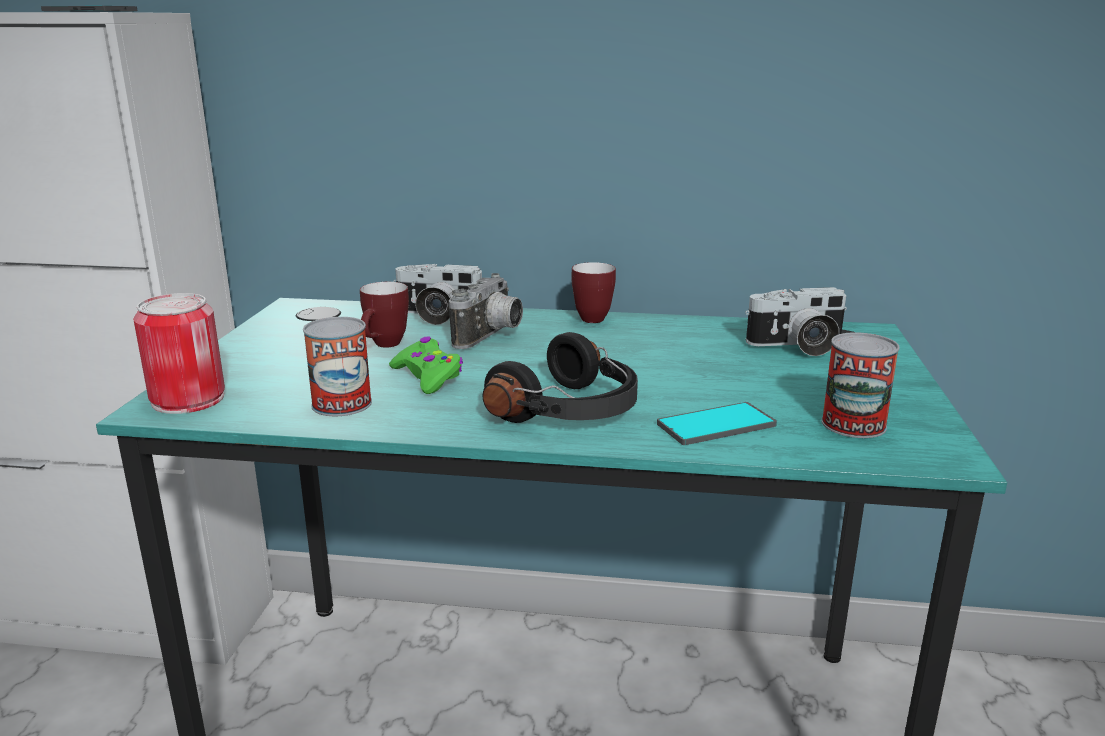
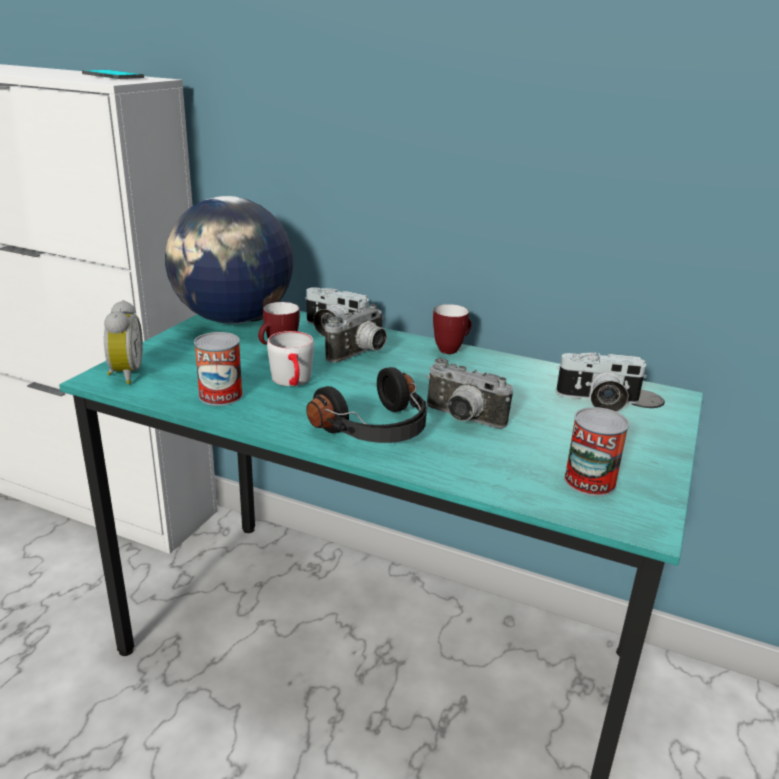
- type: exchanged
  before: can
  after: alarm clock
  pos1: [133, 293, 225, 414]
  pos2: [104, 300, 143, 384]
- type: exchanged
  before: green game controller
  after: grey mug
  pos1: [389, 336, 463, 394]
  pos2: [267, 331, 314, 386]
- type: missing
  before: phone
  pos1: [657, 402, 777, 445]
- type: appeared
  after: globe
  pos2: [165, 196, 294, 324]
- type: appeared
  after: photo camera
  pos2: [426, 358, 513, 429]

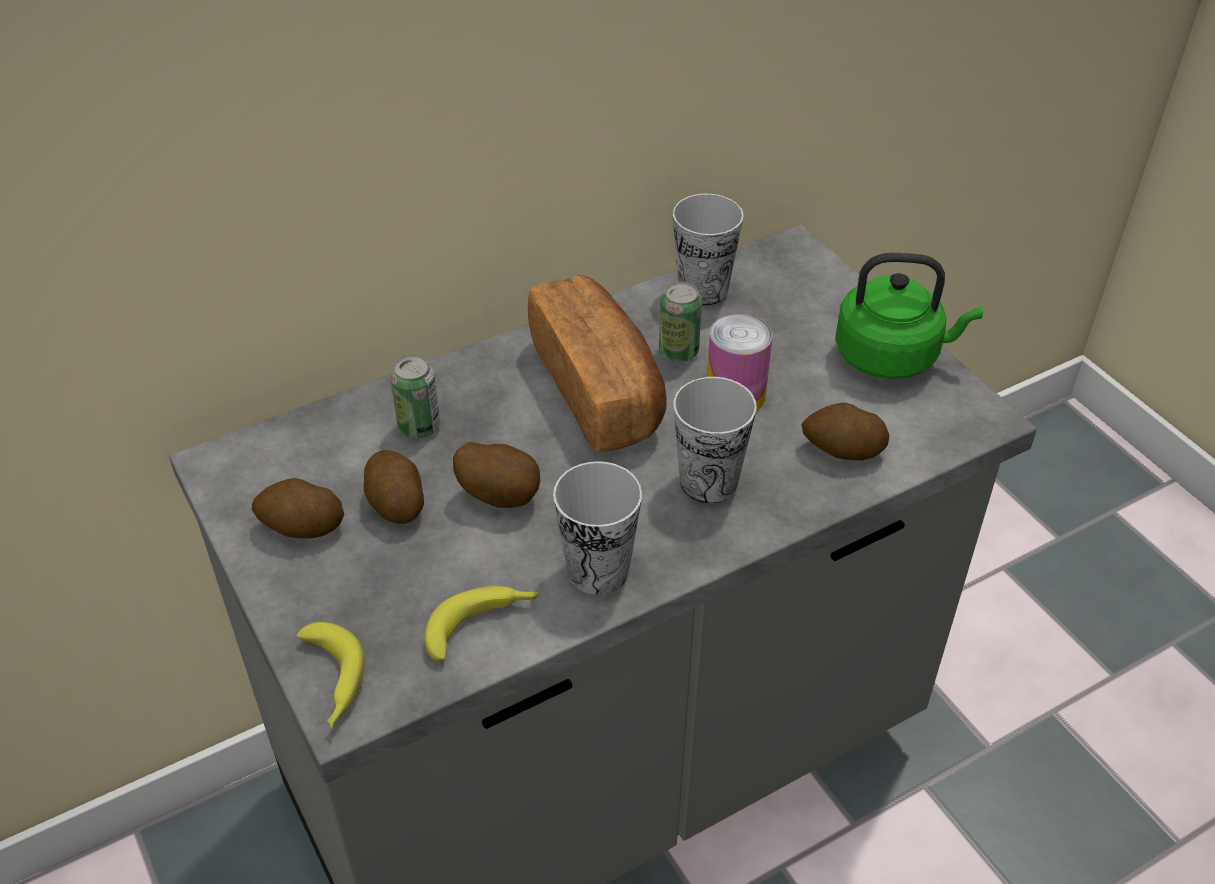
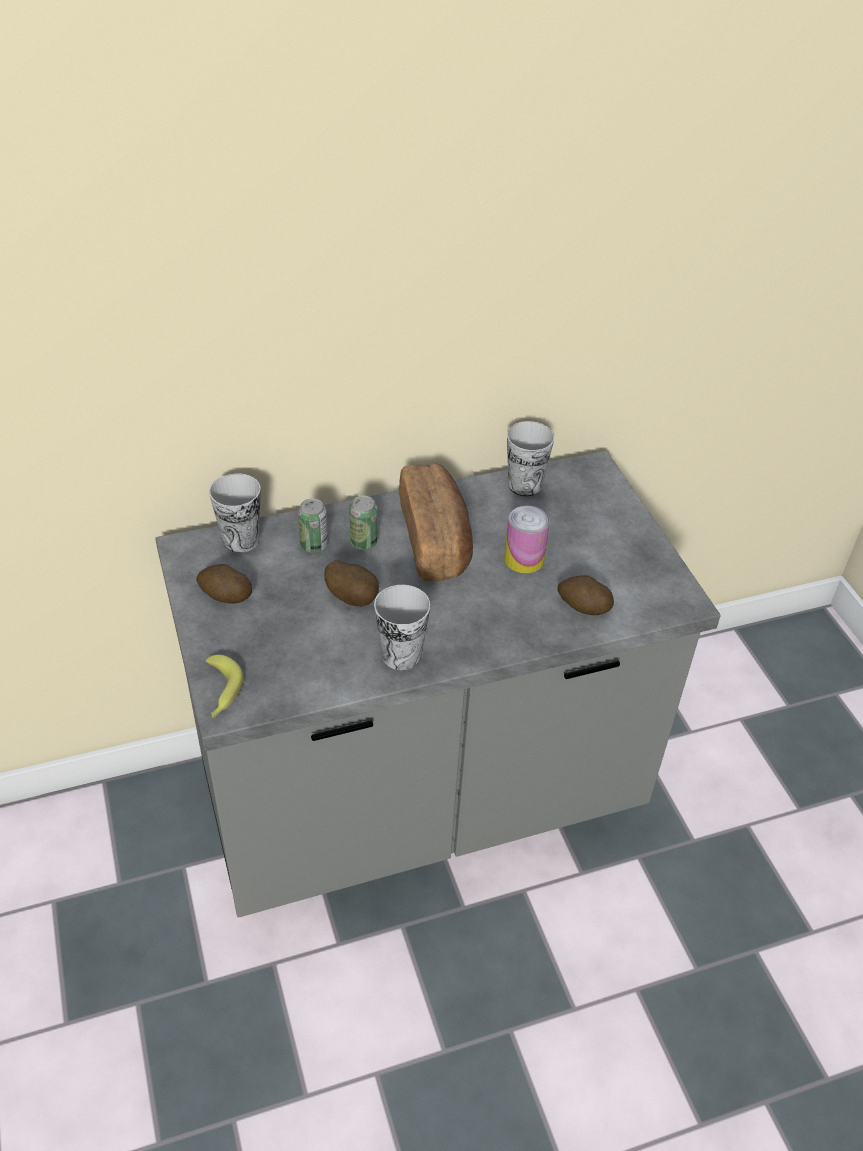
- type: missing
  before: green kettle
  pos1: [835, 253, 983, 379]
- type: relocated
  before: can
  pos1: [659, 282, 702, 362]
  pos2: [349, 496, 378, 550]
- type: relocated
  before: cup
  pos1: [673, 377, 757, 504]
  pos2: [209, 473, 261, 553]
- type: missing
  before: potato
  pos1: [364, 450, 424, 524]
- type: missing
  before: banana
  pos1: [424, 586, 540, 661]

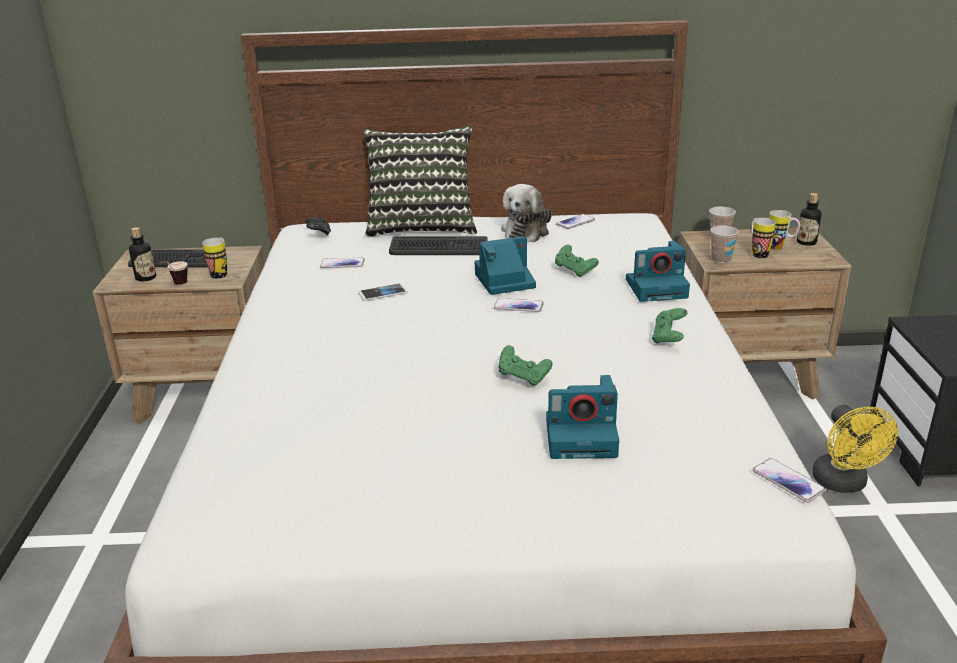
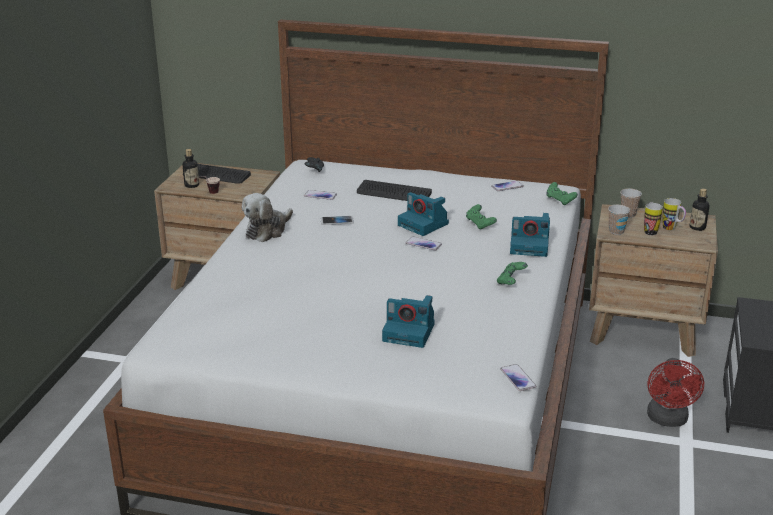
- type: missing
  before: pillow
  pos1: [364, 126, 477, 237]
- type: relocated
  before: plush toy
  pos1: [501, 184, 552, 242]
  pos2: [242, 193, 293, 242]
- type: spun
  before: photo camera
  pos1: [475, 236, 536, 295]
  pos2: [398, 192, 449, 236]
  turn: -135
- type: missing
  before: mug
  pos1: [202, 237, 227, 279]
- type: relocated
  before: green game controller
  pos1: [499, 345, 553, 386]
  pos2: [546, 182, 578, 205]
- type: colour
  before: yellow fan
  after: red fan
  pos1: [812, 405, 898, 493]
  pos2: [647, 358, 704, 427]

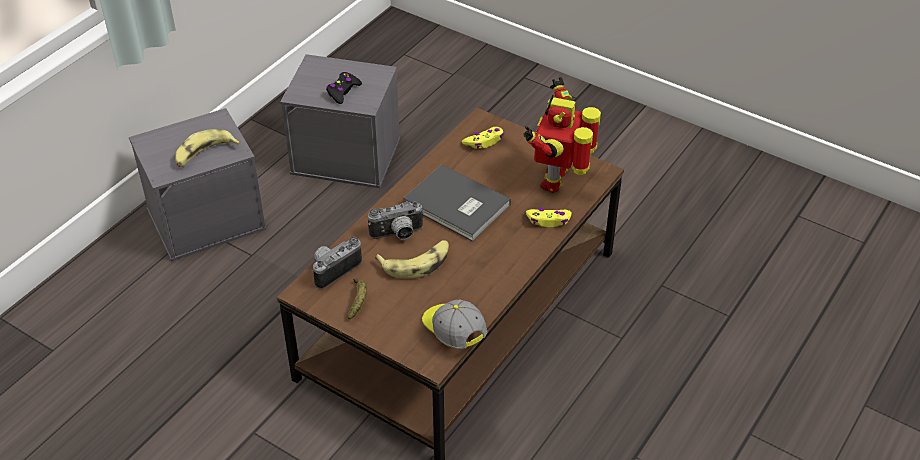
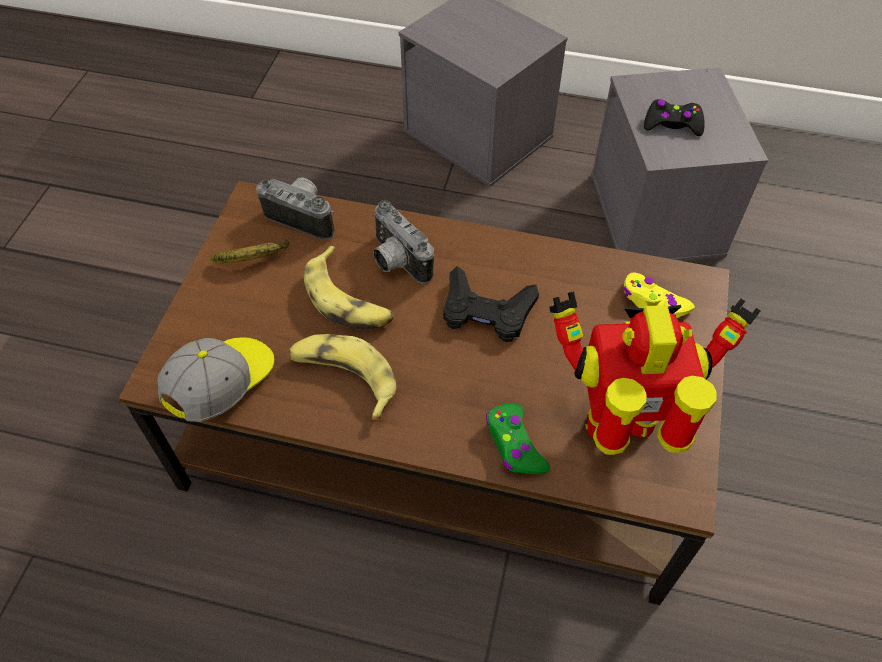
- type: relocated
  before: banana
  pos1: [175, 129, 241, 167]
  pos2: [288, 334, 396, 420]
- type: exchanged
  before: grey book
  after: black game controller
  pos1: [403, 165, 511, 241]
  pos2: [443, 266, 539, 342]
- type: colour
  before: yellow game controller
  after: green game controller
  pos1: [526, 208, 572, 227]
  pos2: [486, 403, 550, 475]

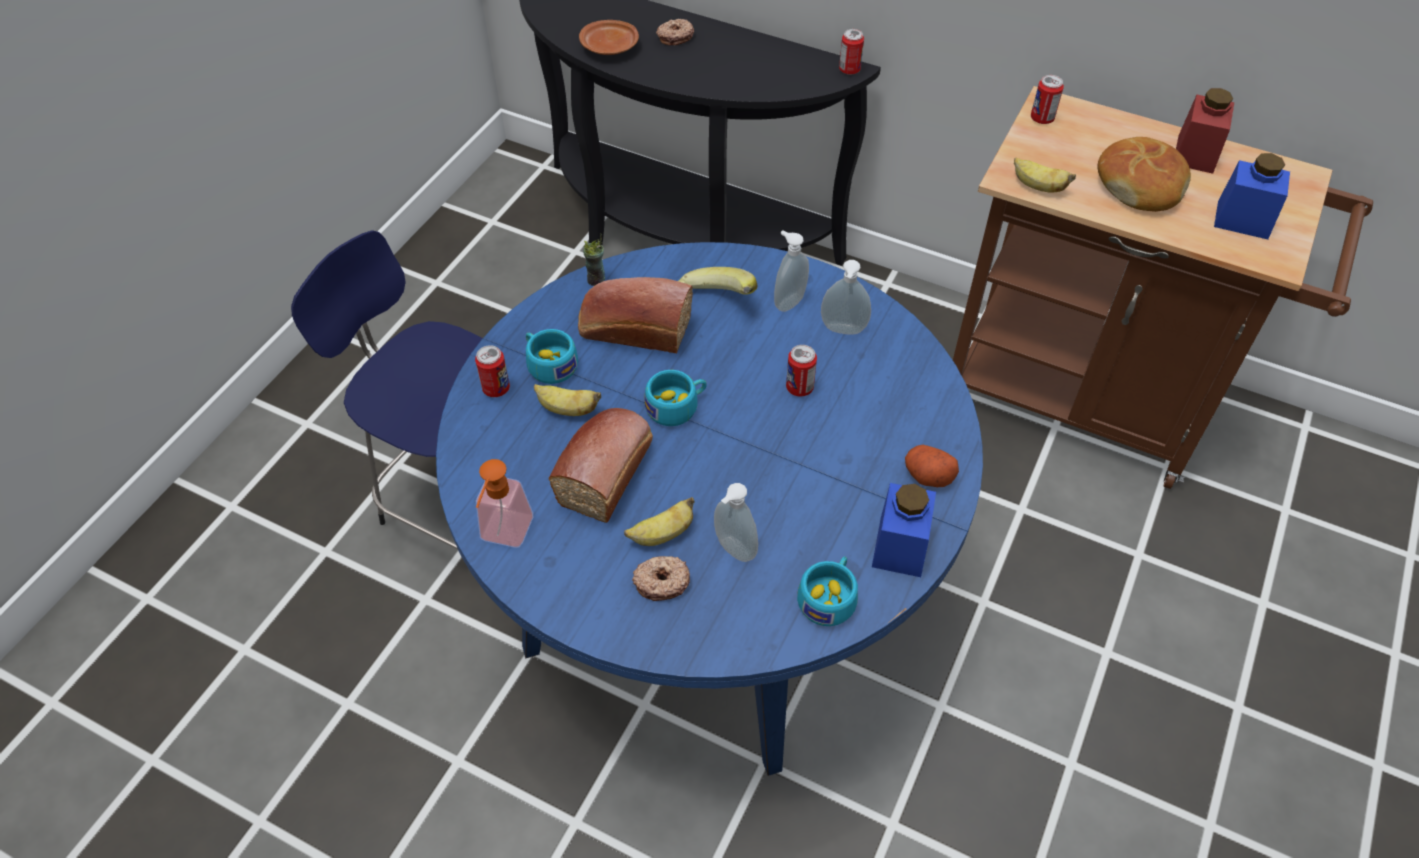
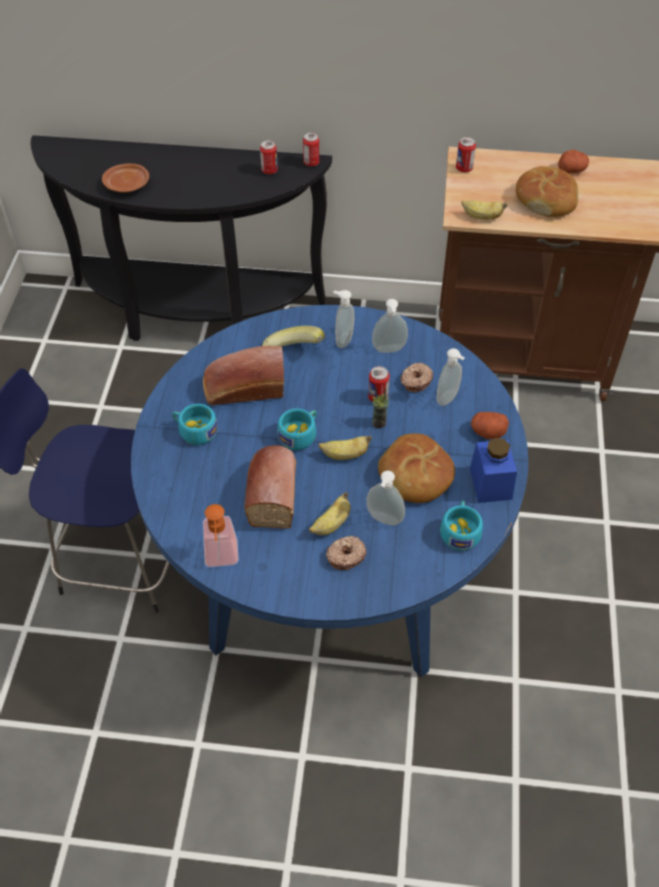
- type: relocated
  before: donut
  pos1: [656, 19, 694, 46]
  pos2: [400, 362, 433, 392]
- type: exchanged
  before: red jar
  after: potato
  pos1: [1176, 88, 1234, 174]
  pos2: [558, 150, 589, 174]
- type: missing
  before: blue jar
  pos1: [1214, 153, 1290, 239]
- type: relocated
  before: cup
  pos1: [583, 234, 605, 286]
  pos2: [372, 388, 389, 429]
- type: relocated
  before: can
  pos1: [475, 345, 510, 397]
  pos2: [260, 140, 278, 174]
- type: relocated
  before: banana
  pos1: [534, 384, 601, 416]
  pos2: [319, 436, 372, 460]
- type: appeared
  after: soap dispenser
  pos2: [437, 348, 465, 406]
- type: appeared
  after: bread
  pos2: [378, 433, 455, 503]

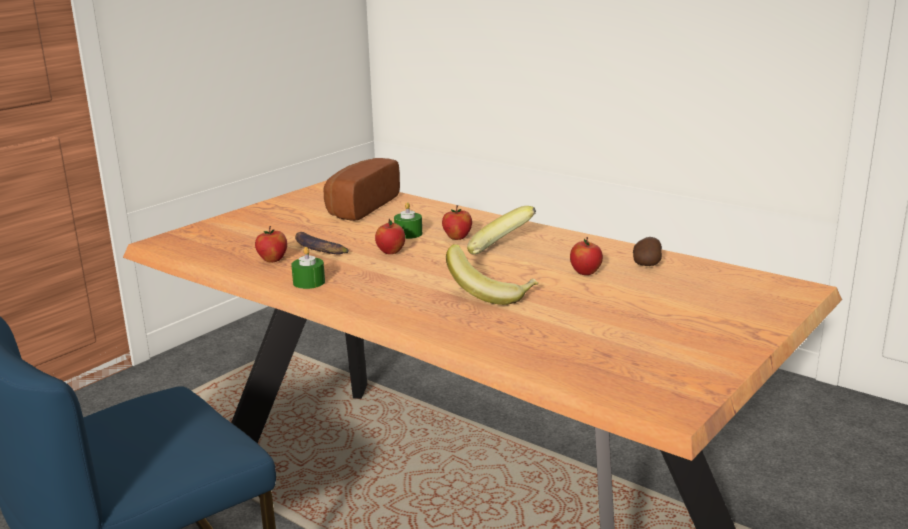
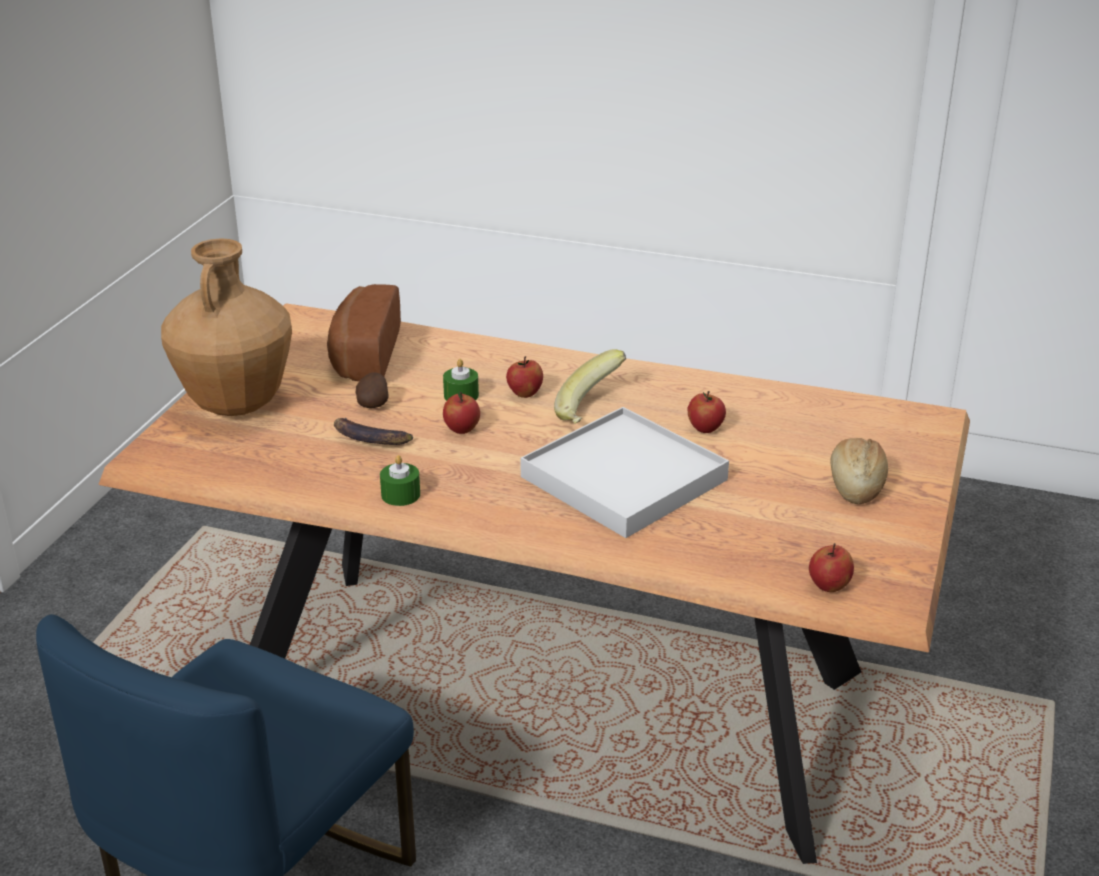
- type: relocated
  before: apple
  pos1: [255, 226, 287, 262]
  pos2: [809, 543, 854, 592]
- type: relocated
  before: potato
  pos1: [633, 237, 662, 266]
  pos2: [356, 372, 389, 408]
- type: exchanged
  before: banana
  after: white tray
  pos1: [446, 244, 538, 305]
  pos2: [520, 407, 729, 538]
- type: appeared
  after: brown vase
  pos2: [161, 238, 292, 416]
- type: appeared
  after: bread
  pos2: [831, 438, 888, 504]

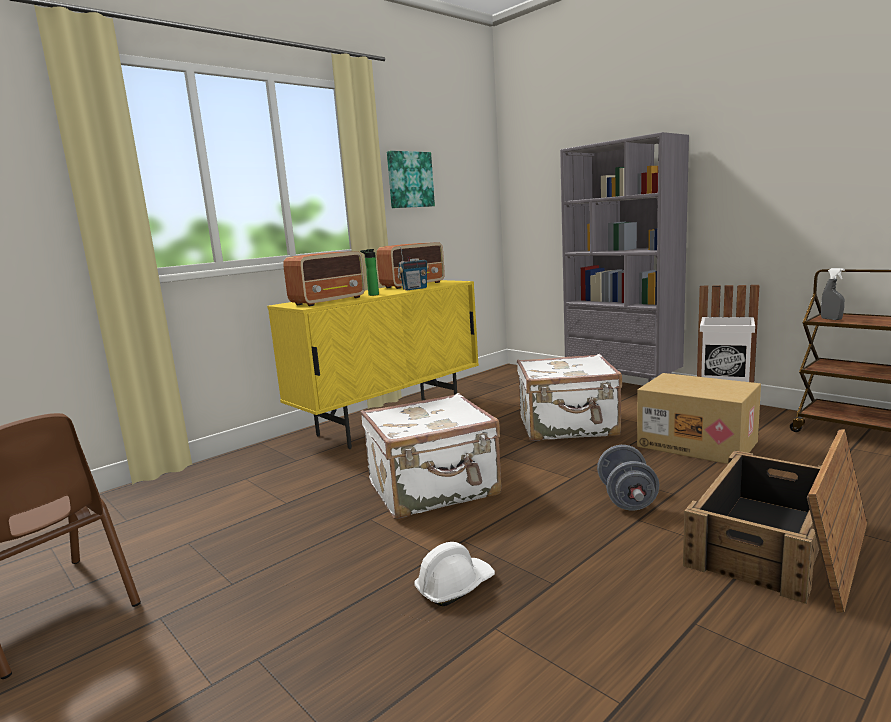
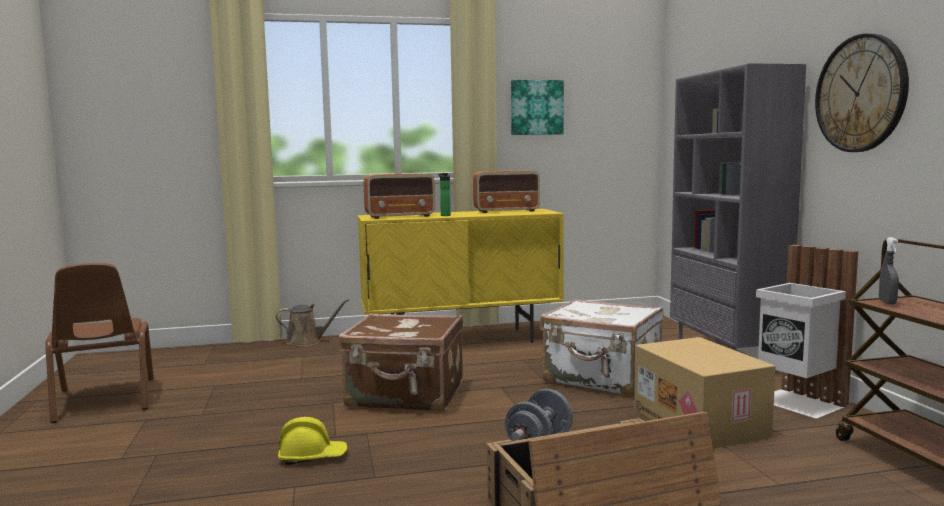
- type: missing
  before: radio
  pos1: [397, 246, 429, 290]
- type: colour
  before: white suitcase
  after: brown suitcase
  pos1: [361, 393, 502, 519]
  pos2: [339, 313, 463, 412]
- type: colour
  before: white hard hat
  after: yellow hard hat
  pos1: [415, 542, 495, 606]
  pos2: [278, 417, 348, 465]
- type: appeared
  after: wall clock
  pos2: [815, 34, 909, 152]
- type: appeared
  after: brown watering can
  pos2: [276, 299, 349, 347]

